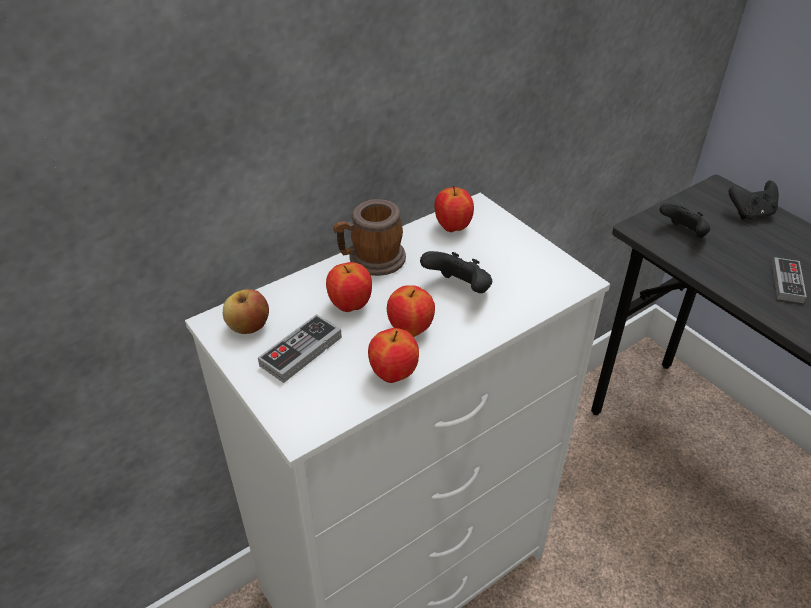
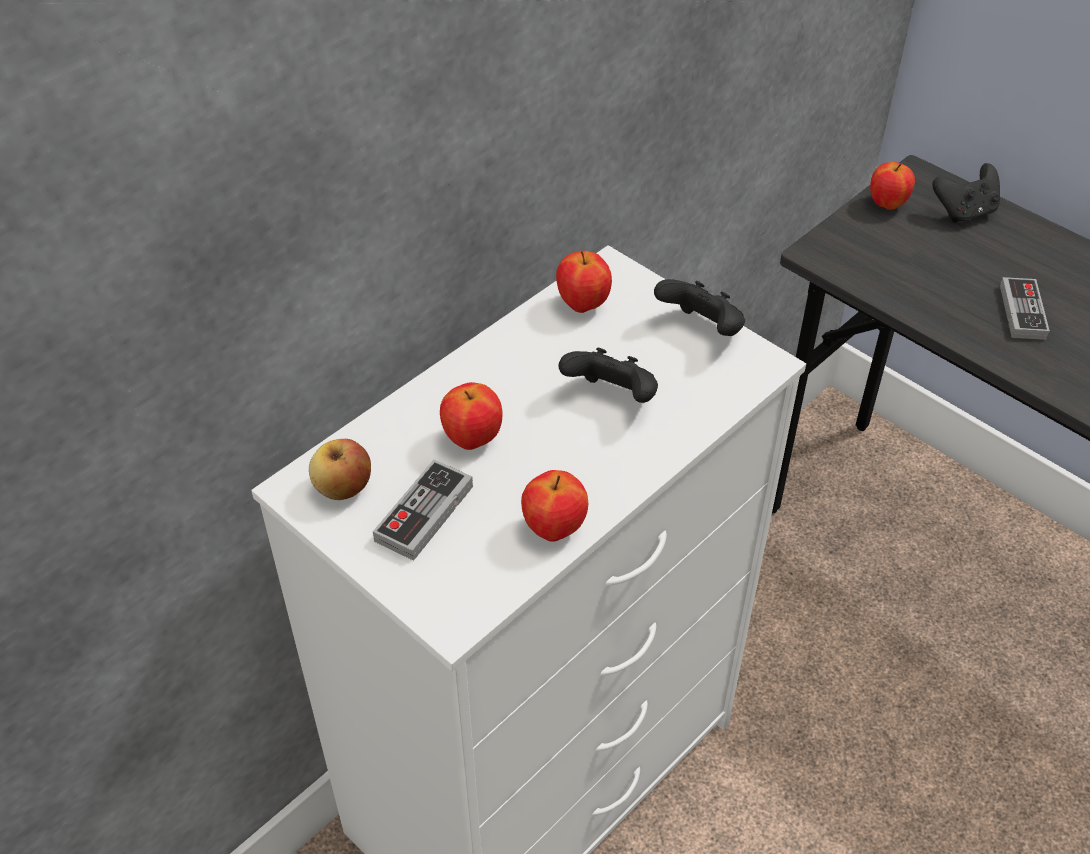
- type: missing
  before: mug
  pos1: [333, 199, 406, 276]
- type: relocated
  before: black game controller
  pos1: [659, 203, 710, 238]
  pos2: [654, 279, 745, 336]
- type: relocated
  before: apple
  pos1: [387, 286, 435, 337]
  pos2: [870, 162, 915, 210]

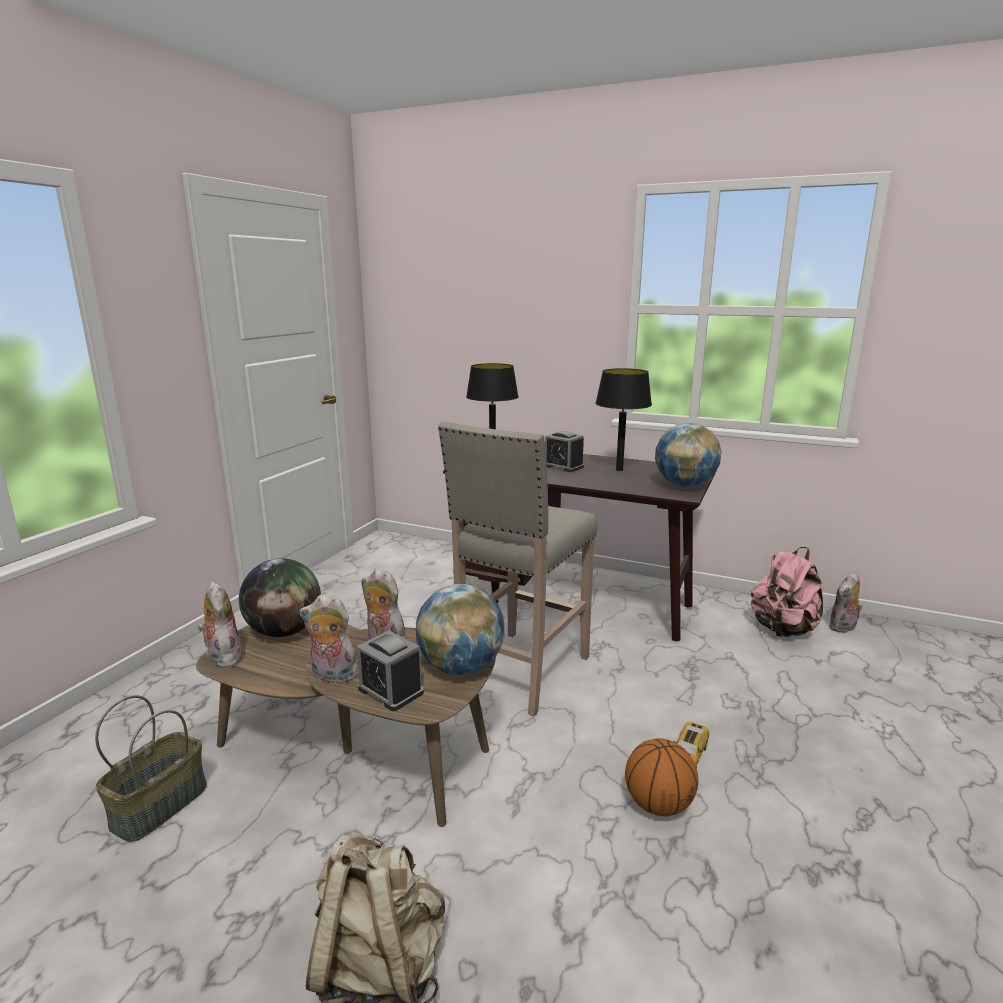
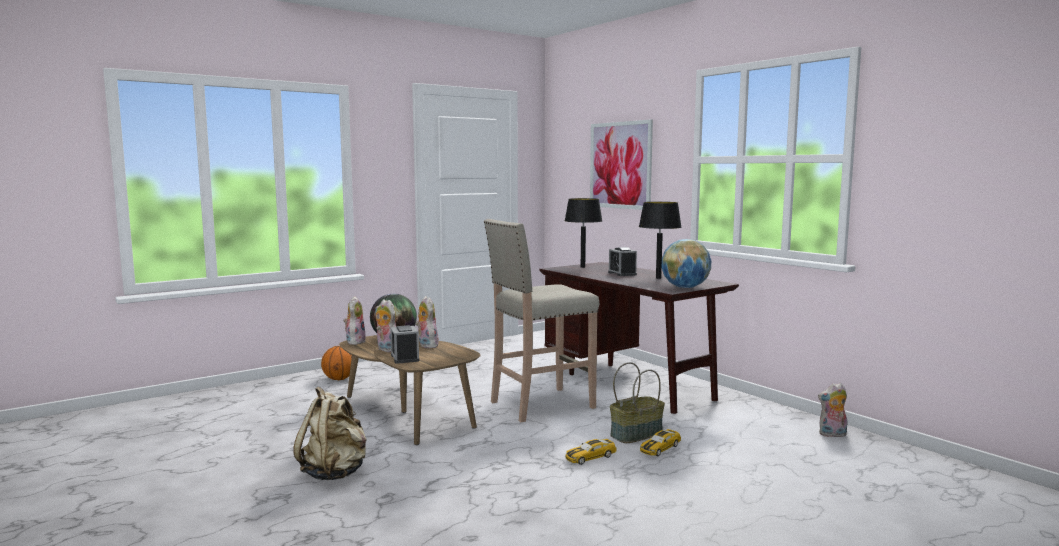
- type: missing
  before: pink backpack
  pos1: [751, 547, 823, 637]
- type: missing
  before: globe
  pos1: [416, 584, 504, 675]
- type: relocated
  before: basket
  pos1: [95, 695, 207, 842]
  pos2: [610, 362, 665, 443]
- type: relocated
  before: basketball
  pos1: [625, 738, 698, 816]
  pos2: [321, 346, 352, 380]
- type: appeared
  after: picture
  pos2: [590, 119, 653, 210]
- type: appeared
  after: toy car
  pos2: [640, 429, 681, 456]

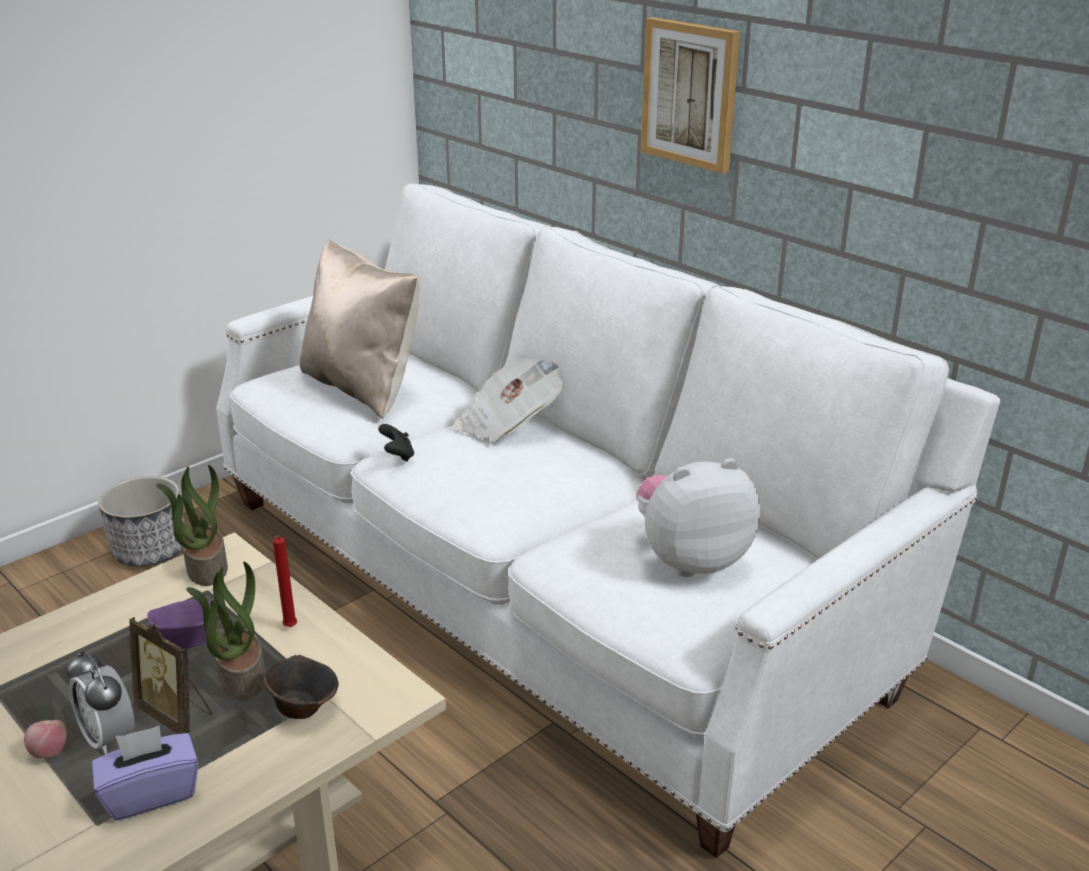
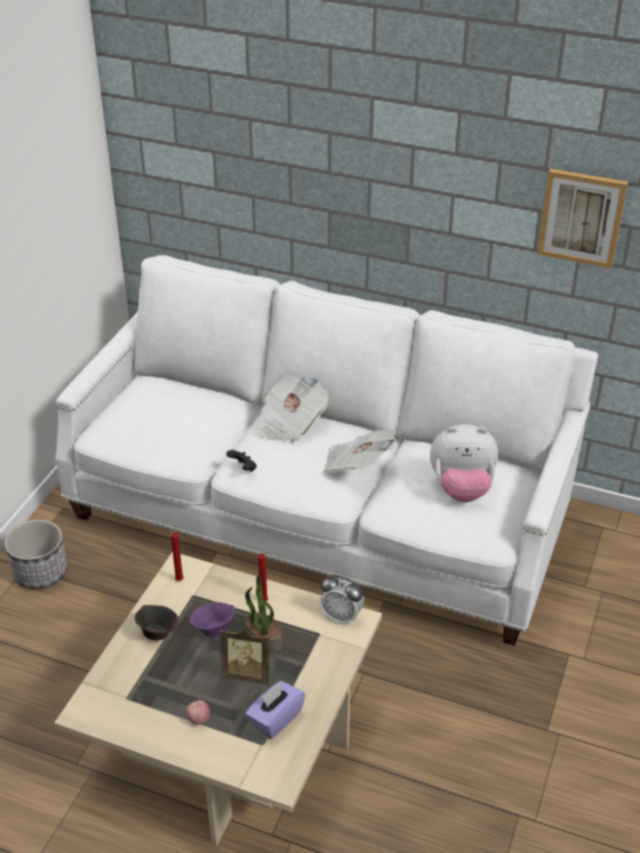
- type: relocated
  before: picture
  pos1: [641, 17, 740, 173]
  pos2: [537, 168, 628, 269]
- type: missing
  before: beige pillow
  pos1: [300, 239, 420, 419]
- type: spun
  before: plush toy
  pos1: [637, 458, 760, 577]
  pos2: [430, 424, 498, 502]
  turn: -135
- type: exchanged
  before: potted plant
  after: red candle
  pos1: [156, 465, 228, 586]
  pos2: [168, 532, 184, 581]
- type: relocated
  before: alarm clock
  pos1: [66, 651, 135, 754]
  pos2: [320, 575, 364, 625]
- type: relocated
  before: brown bowl
  pos1: [263, 655, 339, 719]
  pos2: [135, 605, 179, 641]
- type: appeared
  after: newspaper
  pos2: [324, 430, 396, 472]

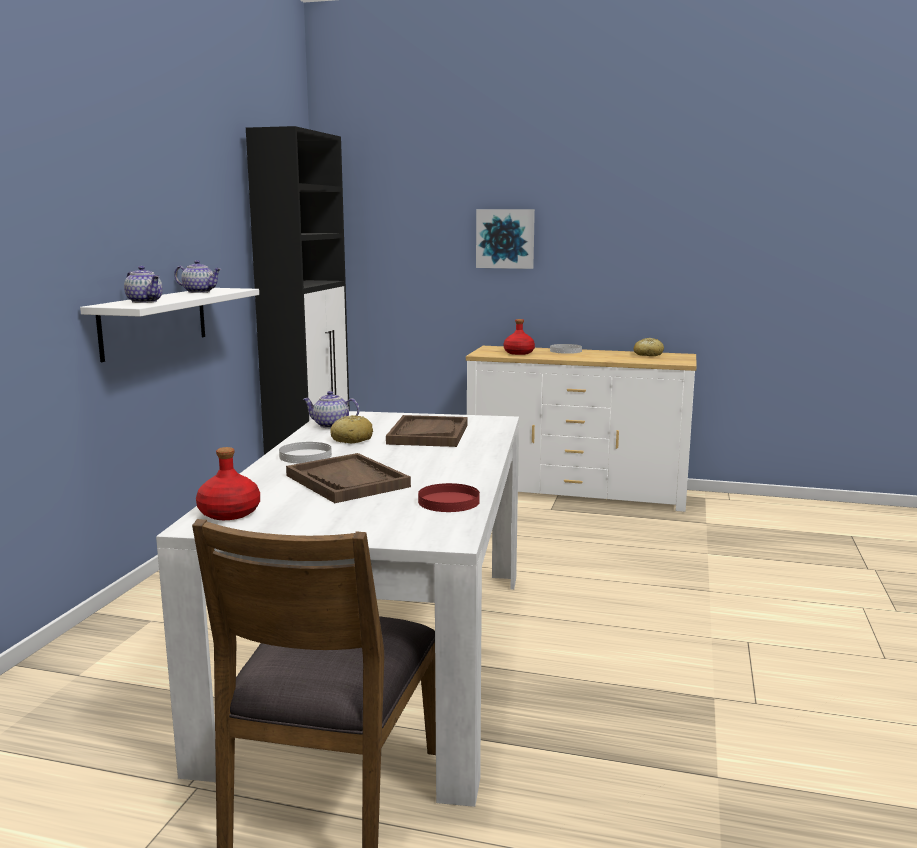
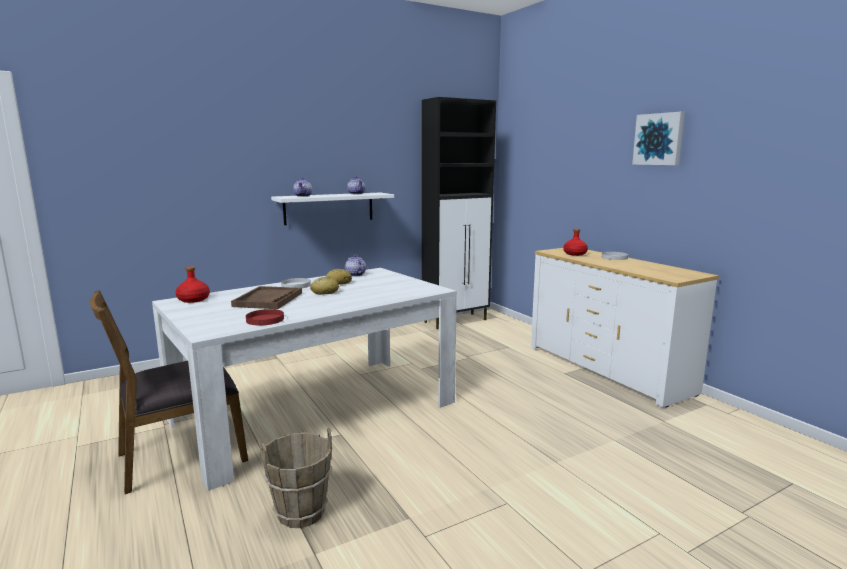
- type: relocated
  before: picture
  pos1: [476, 209, 535, 269]
  pos2: [632, 112, 685, 165]
- type: relocated
  before: bread
  pos1: [633, 337, 664, 356]
  pos2: [310, 277, 339, 295]
- type: missing
  before: brown tray
  pos1: [386, 415, 468, 447]
- type: appeared
  after: brown bucket
  pos2: [260, 428, 332, 528]

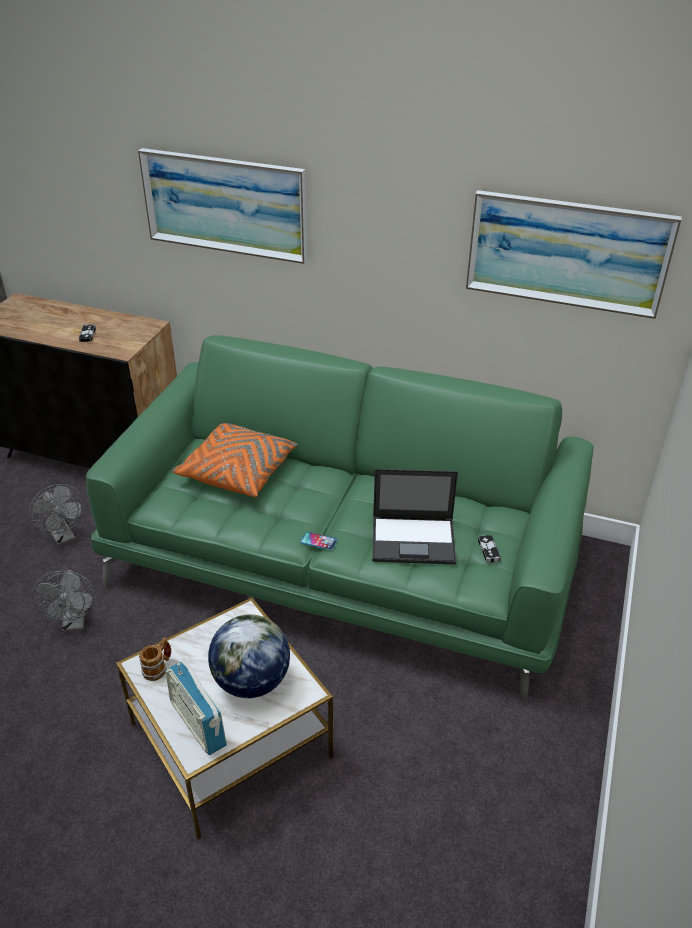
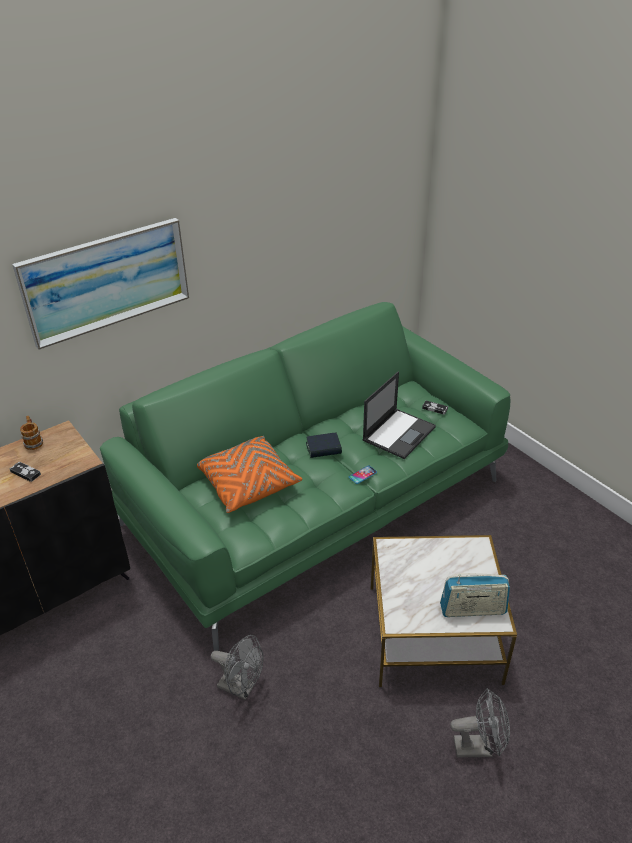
- type: missing
  before: picture
  pos1: [466, 190, 682, 319]
- type: relocated
  before: grey fan
  pos1: [29, 484, 84, 545]
  pos2: [450, 688, 510, 757]
- type: missing
  before: globe
  pos1: [208, 614, 290, 698]
- type: relocated
  before: mug
  pos1: [139, 637, 171, 681]
  pos2: [20, 416, 43, 450]
- type: appeared
  after: book
  pos2: [306, 432, 342, 458]

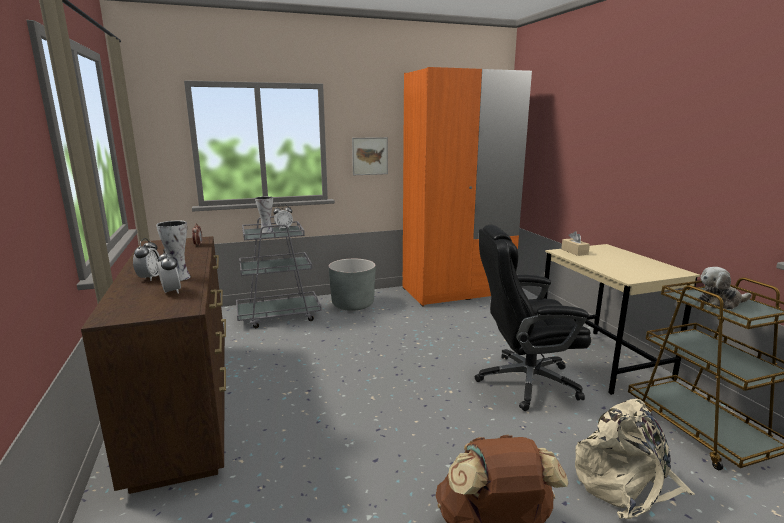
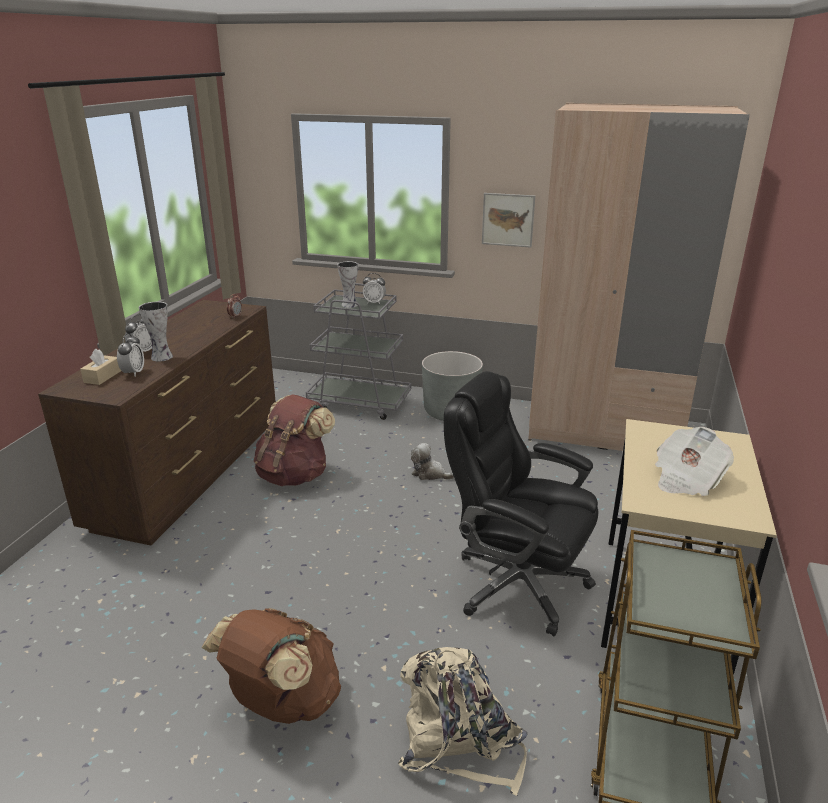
- type: colour
  before: orange wardrobe
  after: beige wardrobe
  pos1: [403, 67, 532, 307]
  pos2: [528, 103, 750, 451]
- type: relocated
  before: beige tissue box
  pos1: [561, 231, 590, 256]
  pos2: [80, 349, 121, 385]
- type: relocated
  before: plush toy
  pos1: [697, 267, 752, 309]
  pos2: [411, 443, 454, 480]
- type: appeared
  after: brown backpack
  pos2: [253, 394, 335, 486]
- type: appeared
  after: newspaper
  pos2: [655, 427, 734, 496]

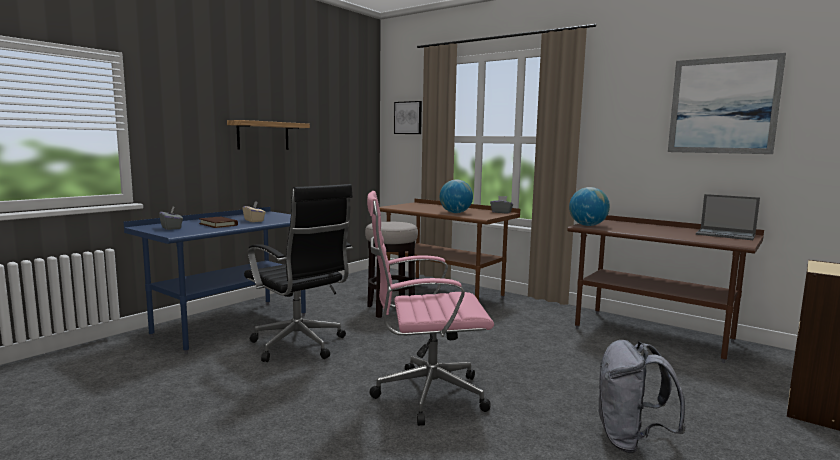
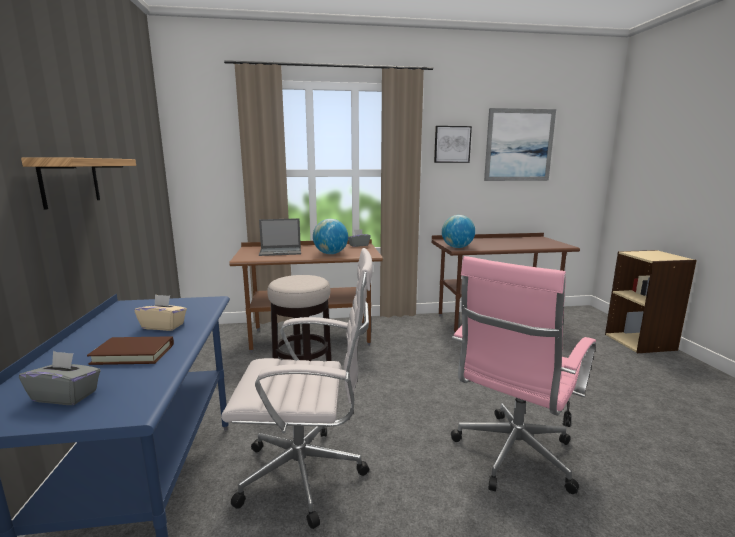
- type: relocated
  before: picture
  pos1: [394, 101, 422, 134]
  pos2: [434, 126, 472, 163]
- type: colour
  before: black office chair
  after: white office chair
  pos1: [244, 184, 353, 362]
  pos2: [221, 248, 373, 529]
- type: relocated
  before: laptop
  pos1: [696, 194, 760, 240]
  pos2: [259, 218, 301, 256]
- type: missing
  before: grey backpack
  pos1: [597, 340, 686, 453]

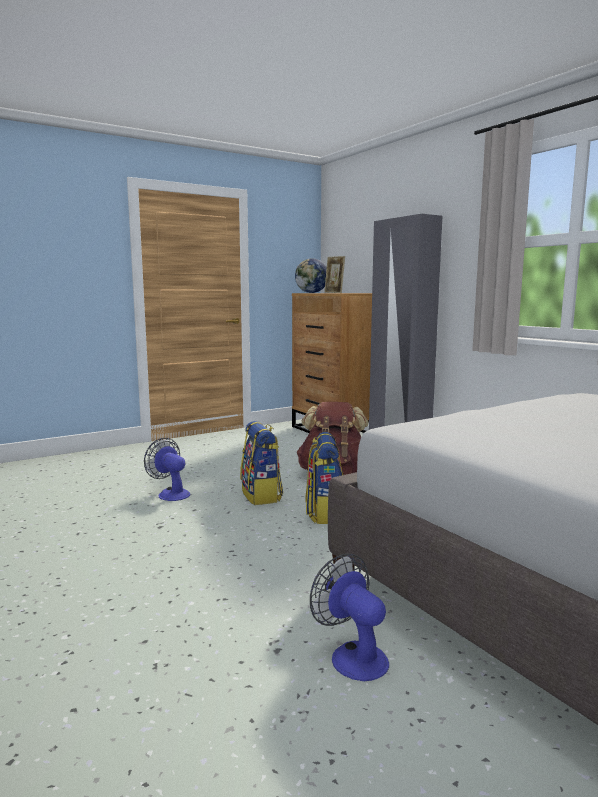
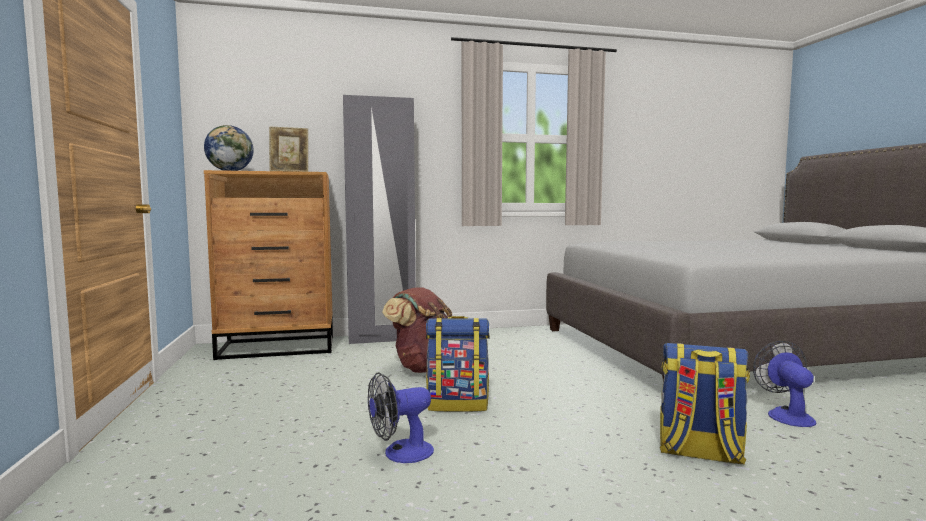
- type: relocated
  before: backpack
  pos1: [305, 432, 344, 524]
  pos2: [660, 343, 750, 465]
- type: spun
  before: fan
  pos1: [310, 553, 389, 681]
  pos2: [753, 341, 816, 427]
  turn: 105

